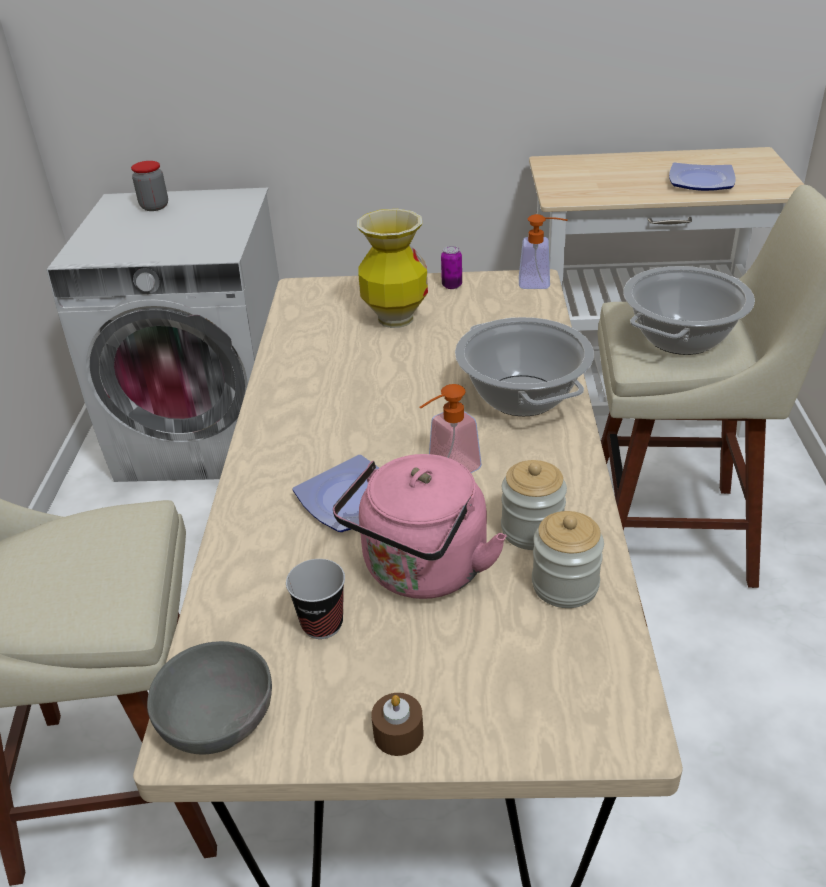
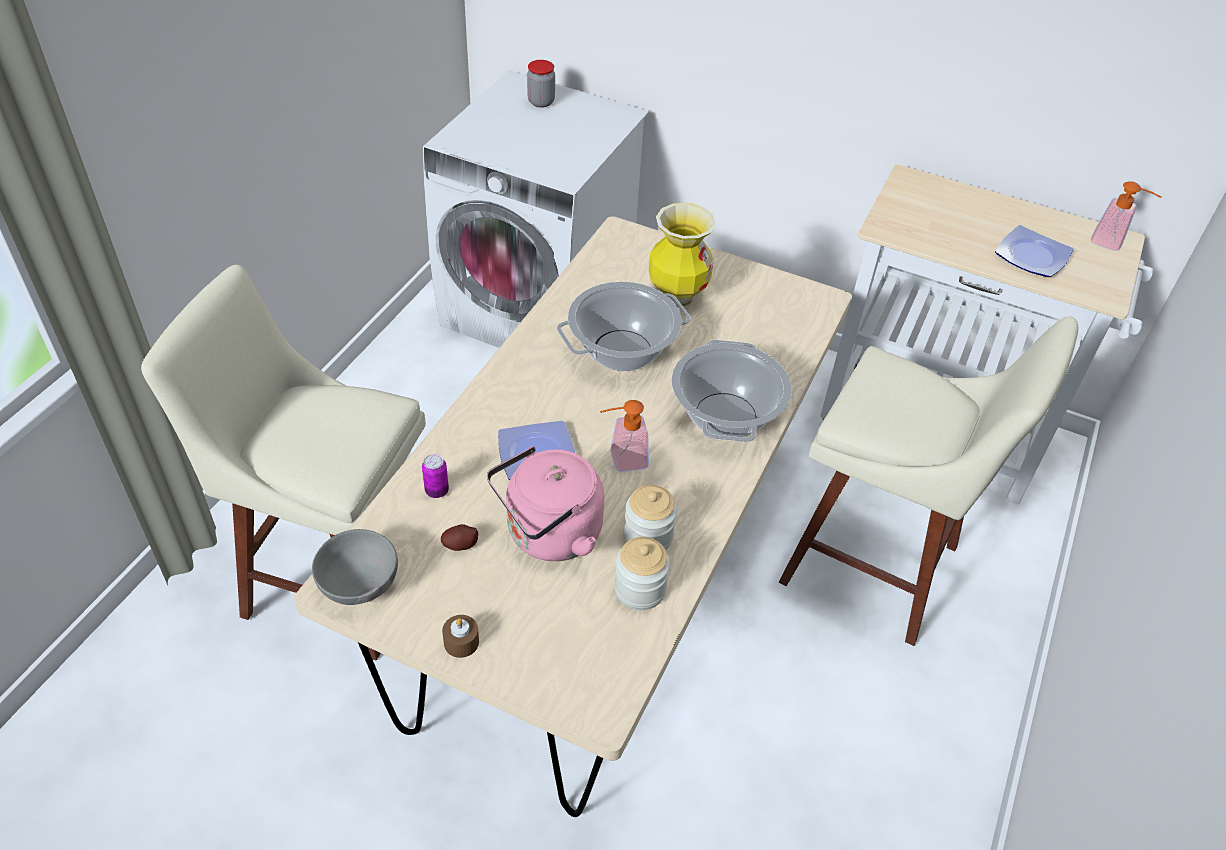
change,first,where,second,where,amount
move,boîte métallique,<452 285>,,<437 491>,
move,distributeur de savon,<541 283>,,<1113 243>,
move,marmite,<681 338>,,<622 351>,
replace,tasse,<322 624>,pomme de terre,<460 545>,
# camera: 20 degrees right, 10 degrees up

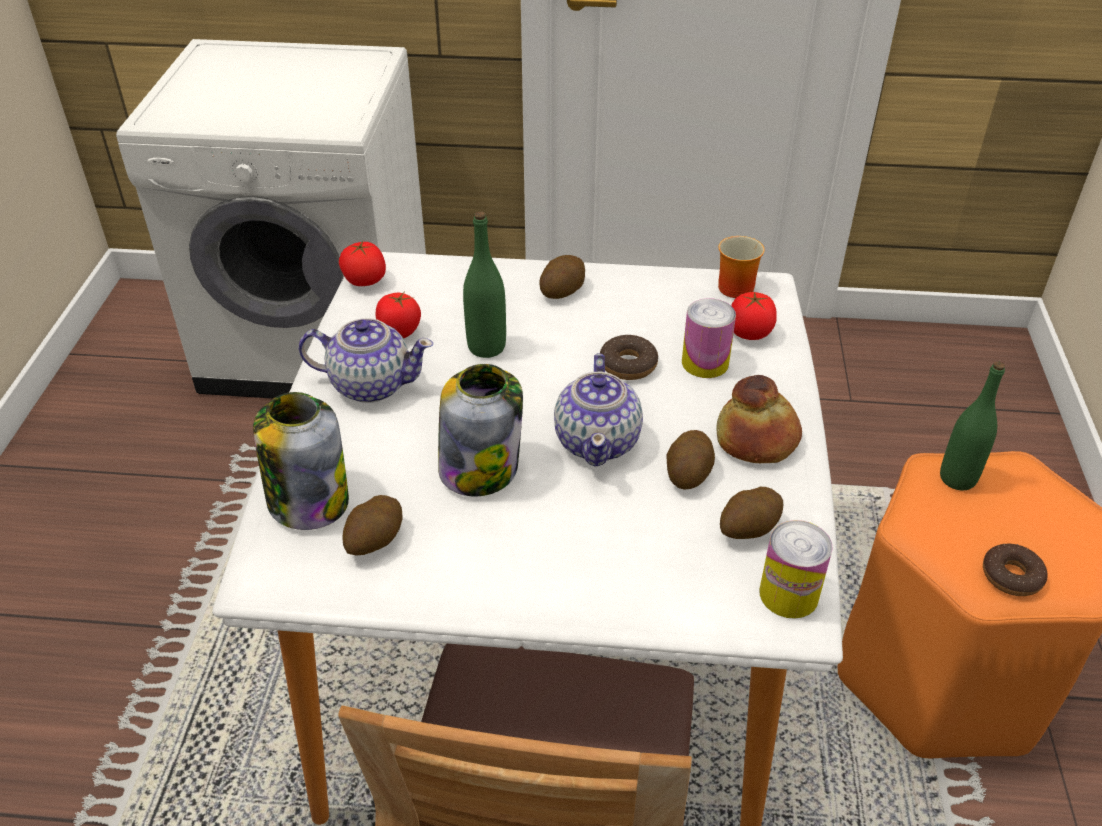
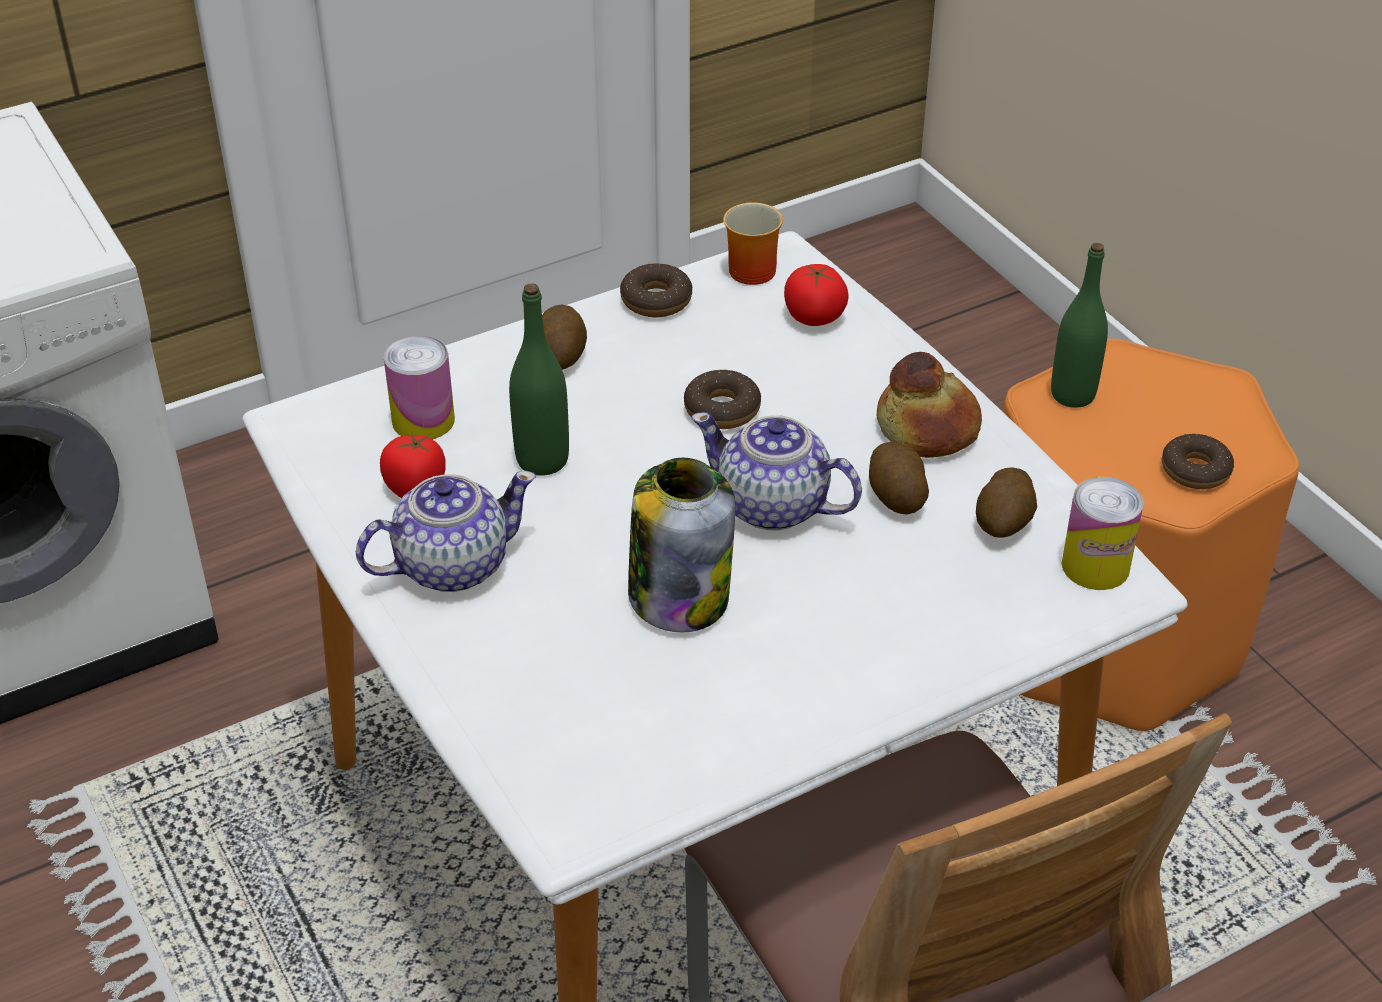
change,first,where,second,where,amount
delete,bocal,<308 500>,,,
delete,tomate,<365 280>,,,
delete,pomme de terre,<375 541>,,,
insert,,,beignet,<656 300>,
move,boîte métallique,<705 363>,,<423 420>,
rotate,théière,<598 441>,,<773 506>,150 degrees clockwise
# camera: 35 degrees left, 0 degrees up

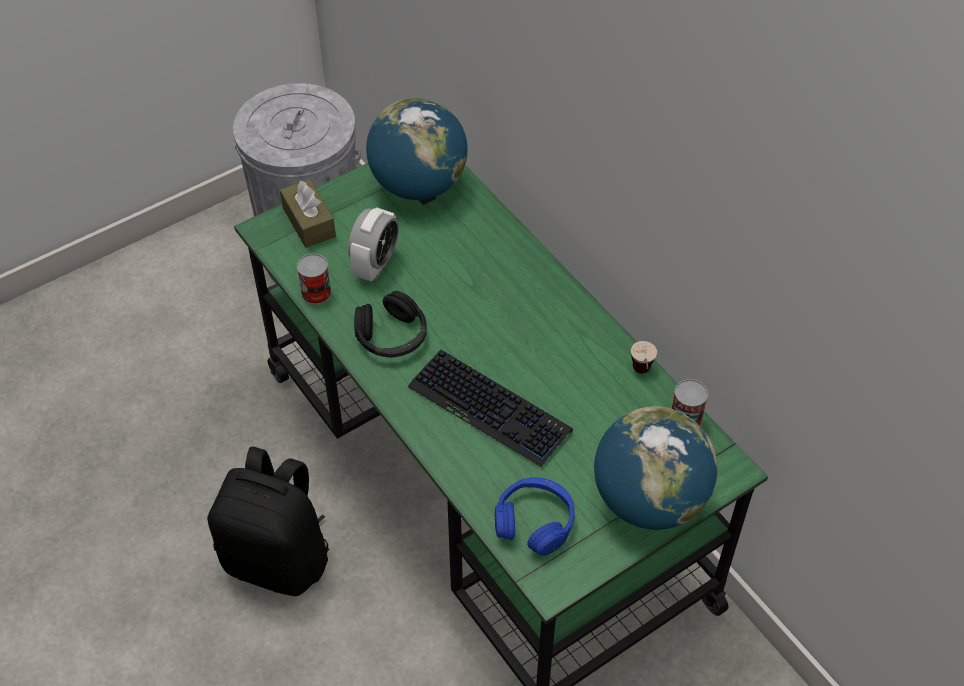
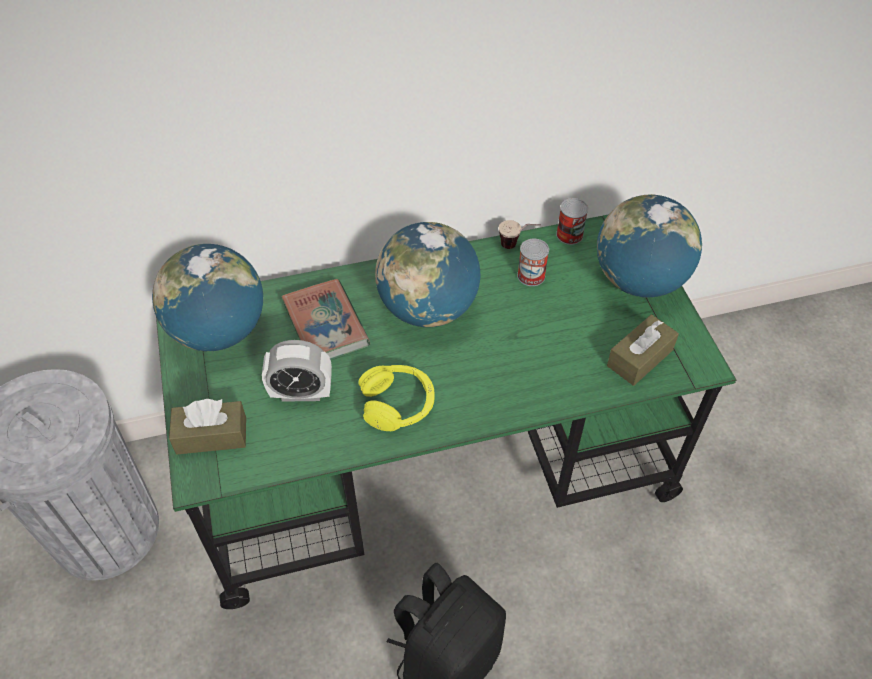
change,first,where,second,where,amount
delete,clavier,<490 409>,,,
insert,,,livre,<326 325>,
insert,,,globe,<428 308>,
move,boîte métallique,<316 292>,,<531 275>,
replace,casque audio/bleu,<534 522>,boîte à mouchoirs/marron,<640 358>,
recolor,casque audio/noir,<392 336>,casque audio/jaune,<398 404>,
rotate,réveil,<376 264>,,<301 393>,135 degrees clockwise
# camera: 70 degrees left, 0 degrees up

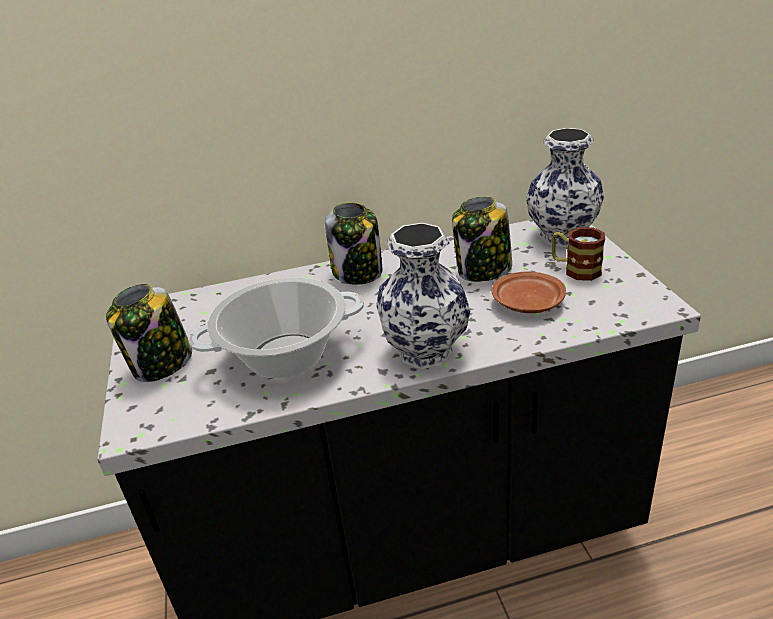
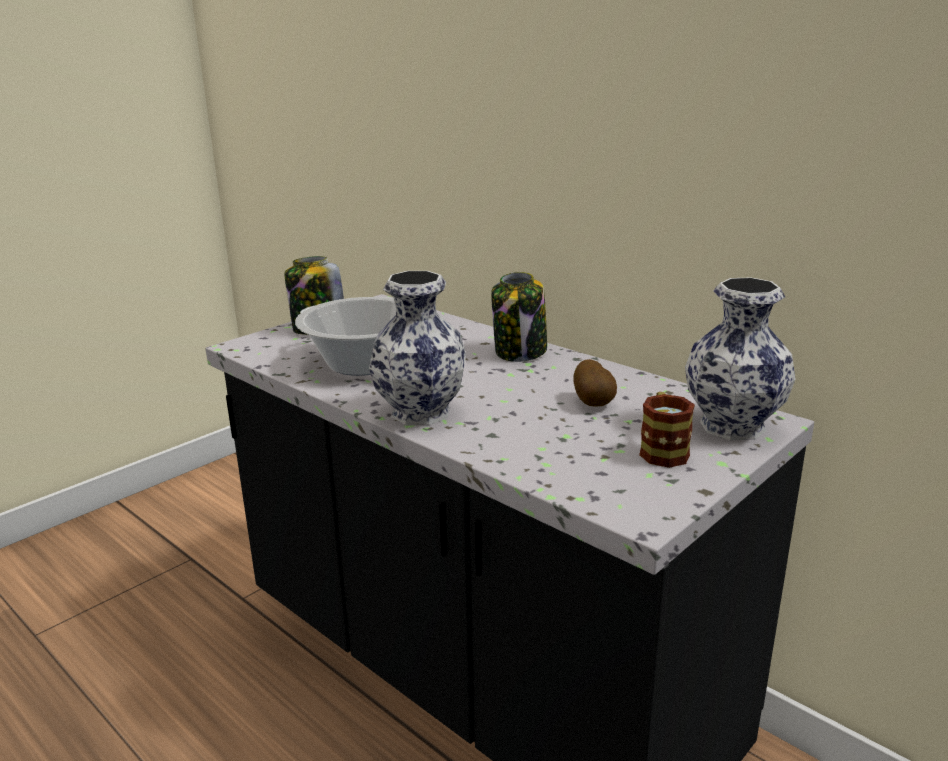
change,first,where,second,where,amount
delete,assiette/marron,<527 303>,,,
replace,bocal,<483 270>,pomme de terre,<594 403>,
# camera: 55 degrees right, 10 degrees down

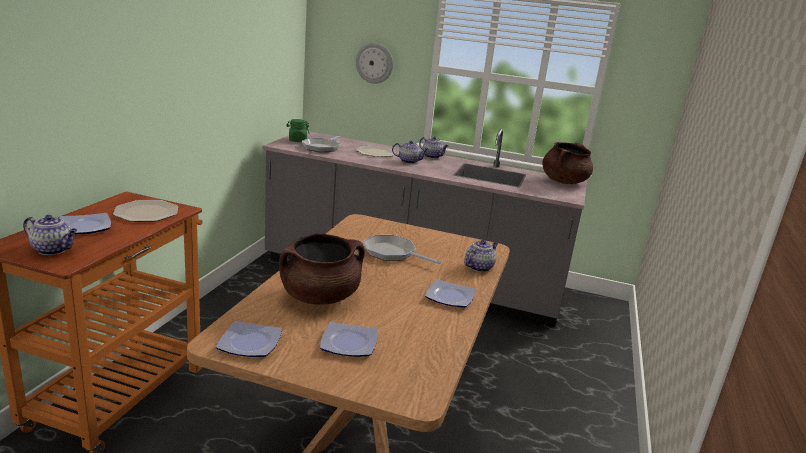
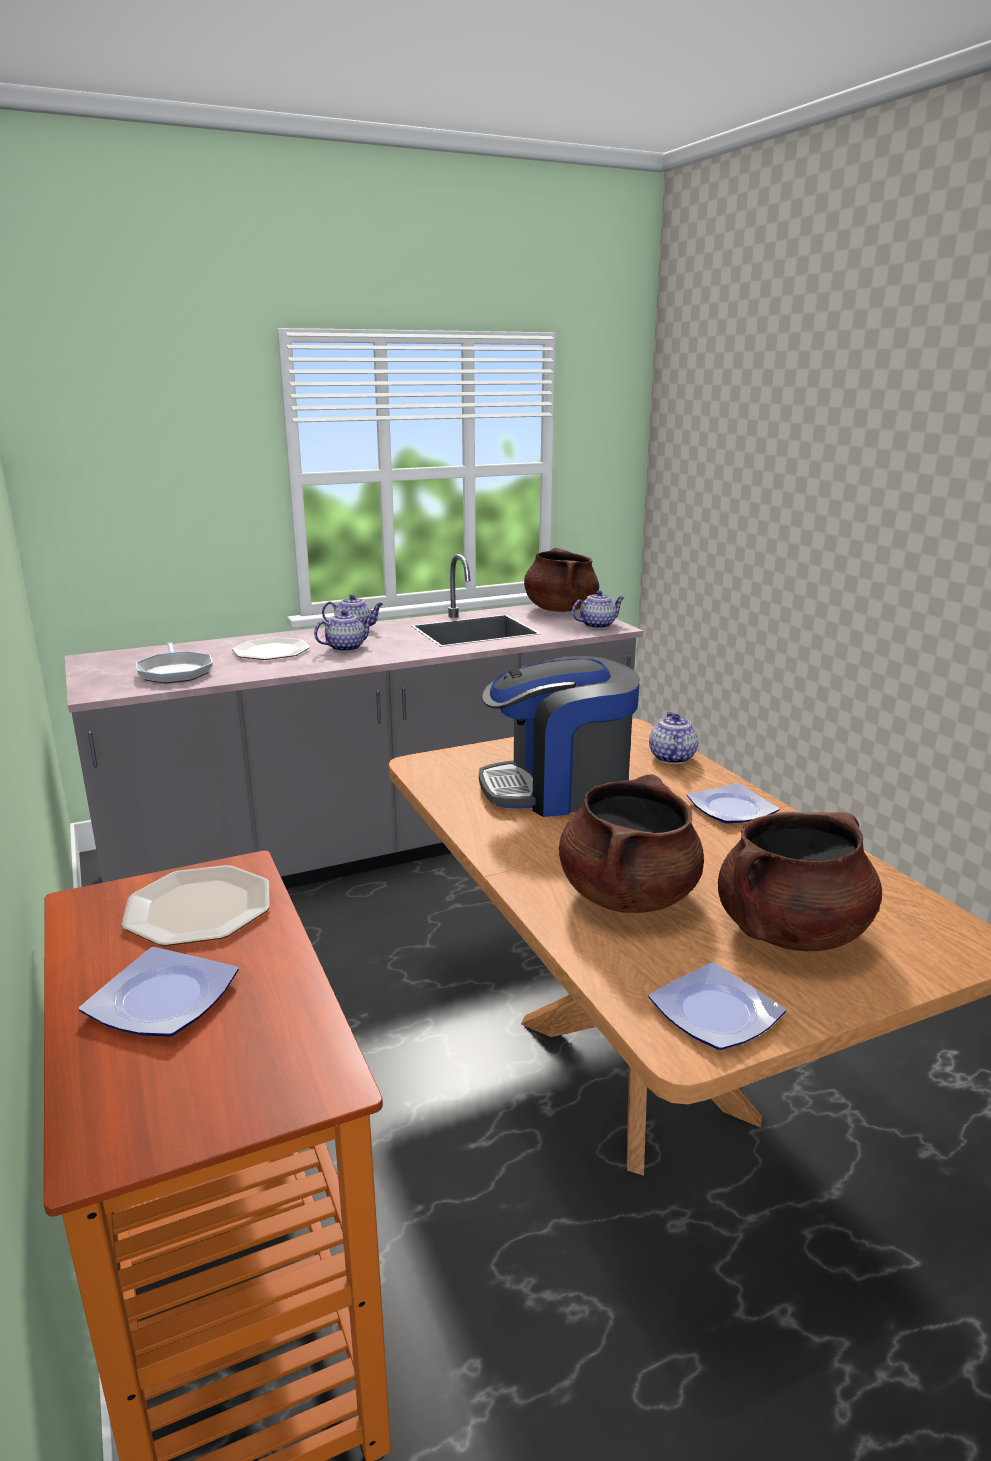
change,first,where,second,where,amount
delete,bocal/vert,<297 140>,,,
delete,horloge murale,<374 63>,,,
move,théière,<54 250>,,<598 625>,
replace,assiette,<347 344>,marmite/marron,<791 932>,
replace,poêle,<392 253>,machine à café,<559 789>,
# camera: 40 degrees left, 0 degrees up

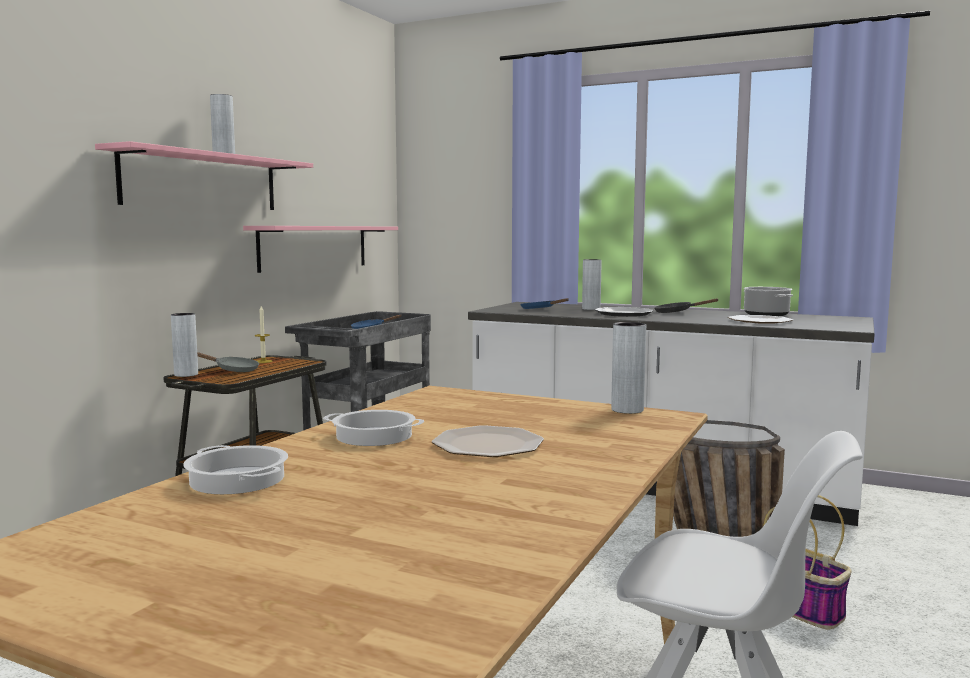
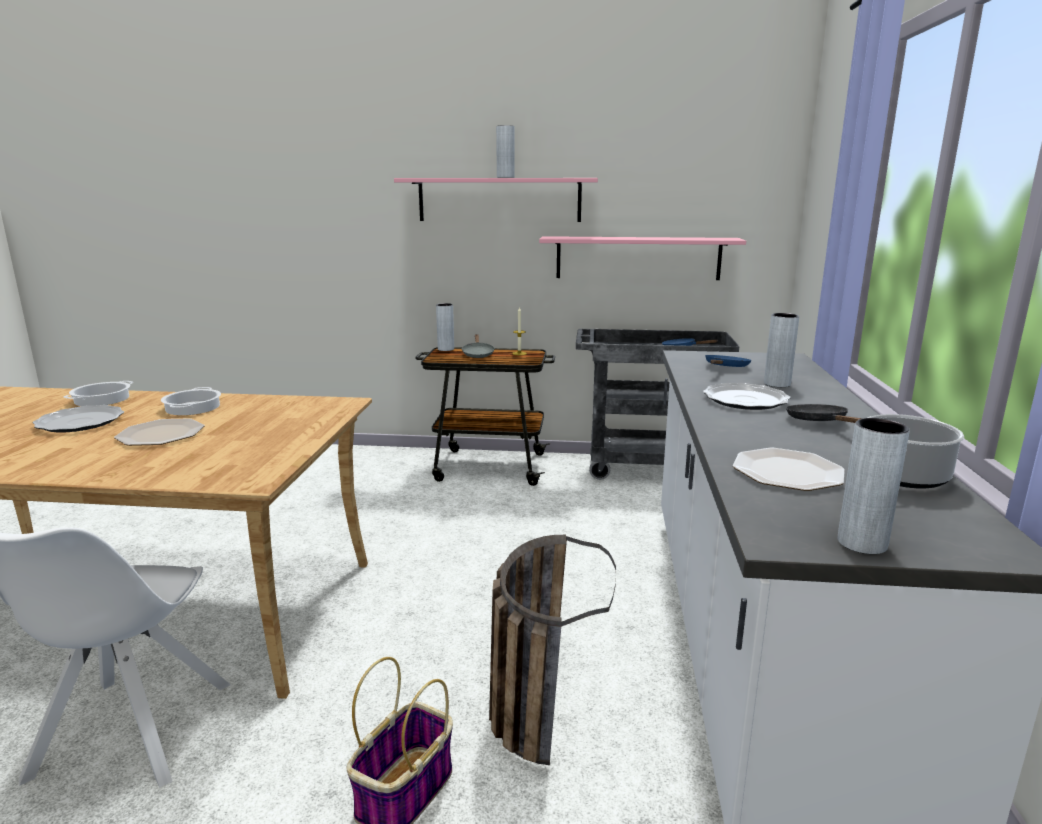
change,first,where,second,where,amount
insert,,,assiette,<81 422>,
move,vase/gris,<627 410>,,<862 543>,
# camera: 70 degrees right, 10 degrees up

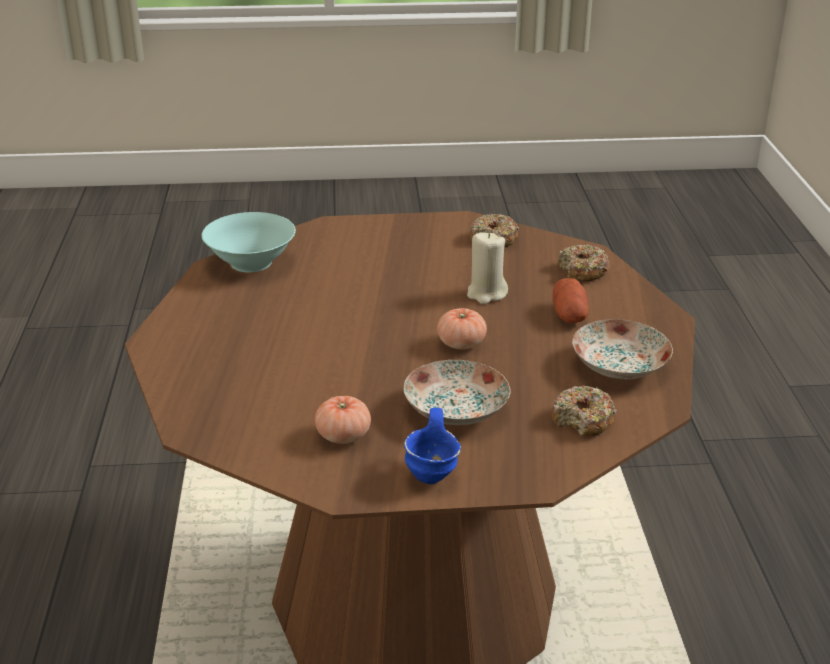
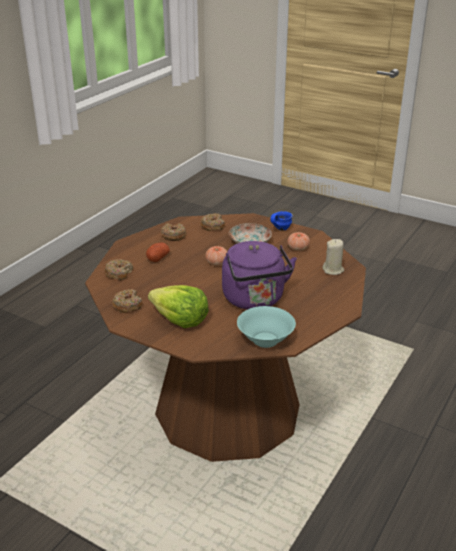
change,first,where,second,where,amount
insert,,,laitue,<180 320>,
insert,,,bouilloire/violet,<255 300>,
move,bougie/beige,<486 293>,,<333 270>,
replace,assiette,<618 366>,beignet,<173 236>,
# camera: 145 degrees left, 0 degrees up

